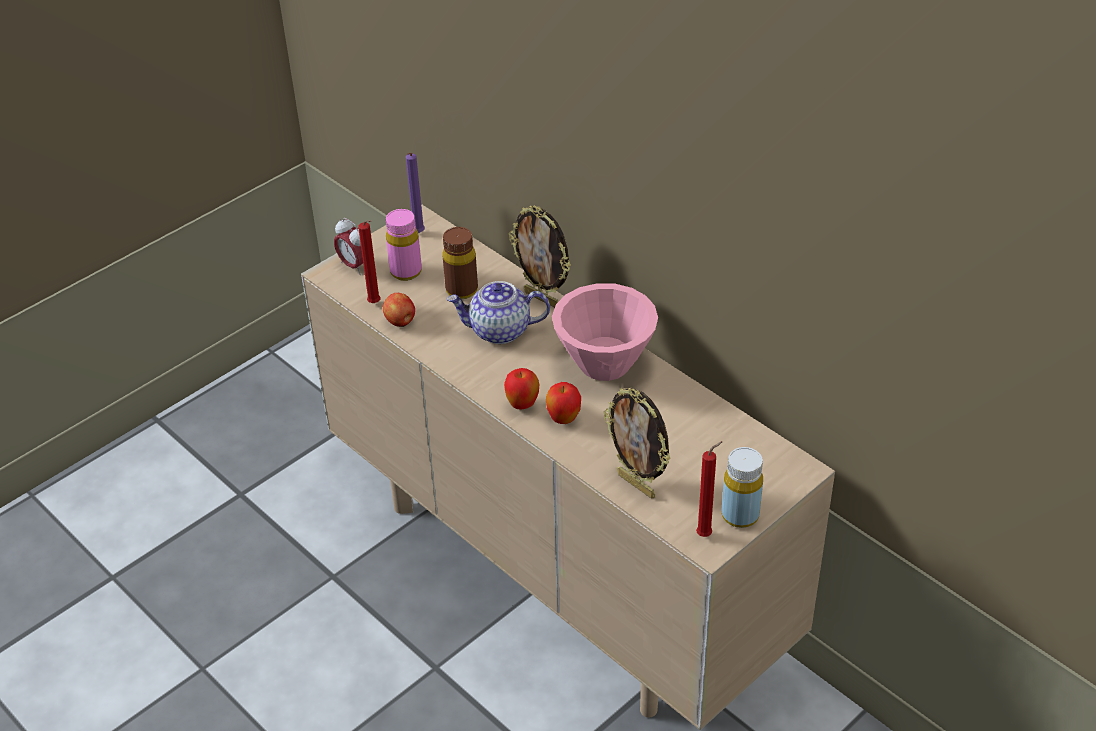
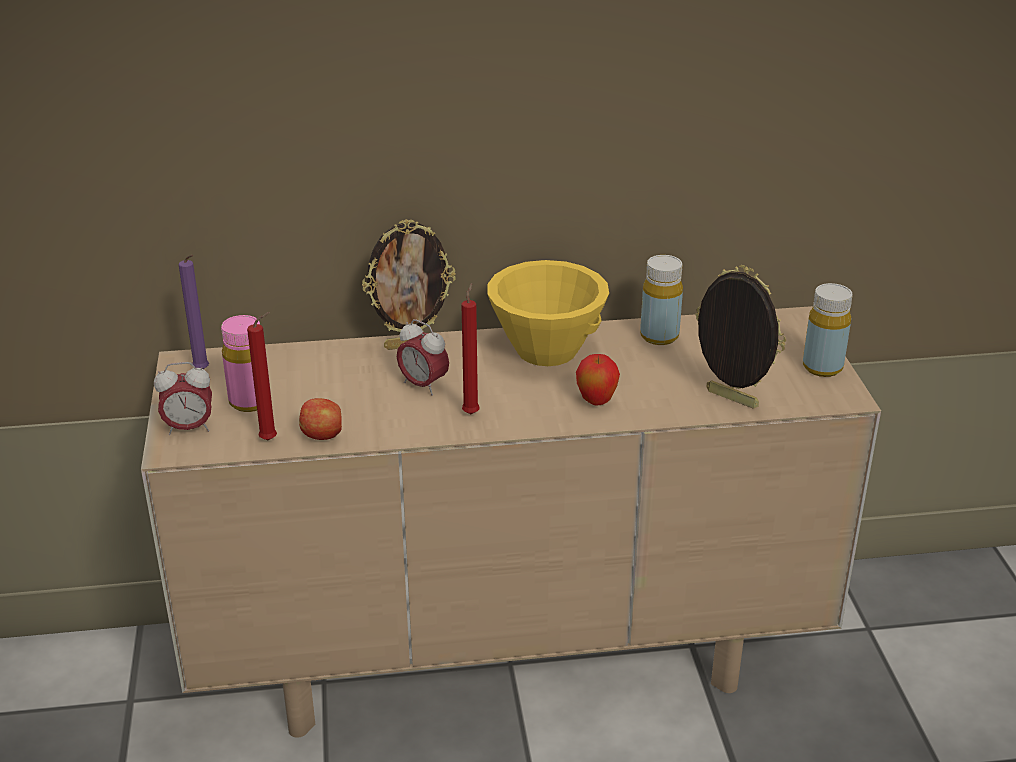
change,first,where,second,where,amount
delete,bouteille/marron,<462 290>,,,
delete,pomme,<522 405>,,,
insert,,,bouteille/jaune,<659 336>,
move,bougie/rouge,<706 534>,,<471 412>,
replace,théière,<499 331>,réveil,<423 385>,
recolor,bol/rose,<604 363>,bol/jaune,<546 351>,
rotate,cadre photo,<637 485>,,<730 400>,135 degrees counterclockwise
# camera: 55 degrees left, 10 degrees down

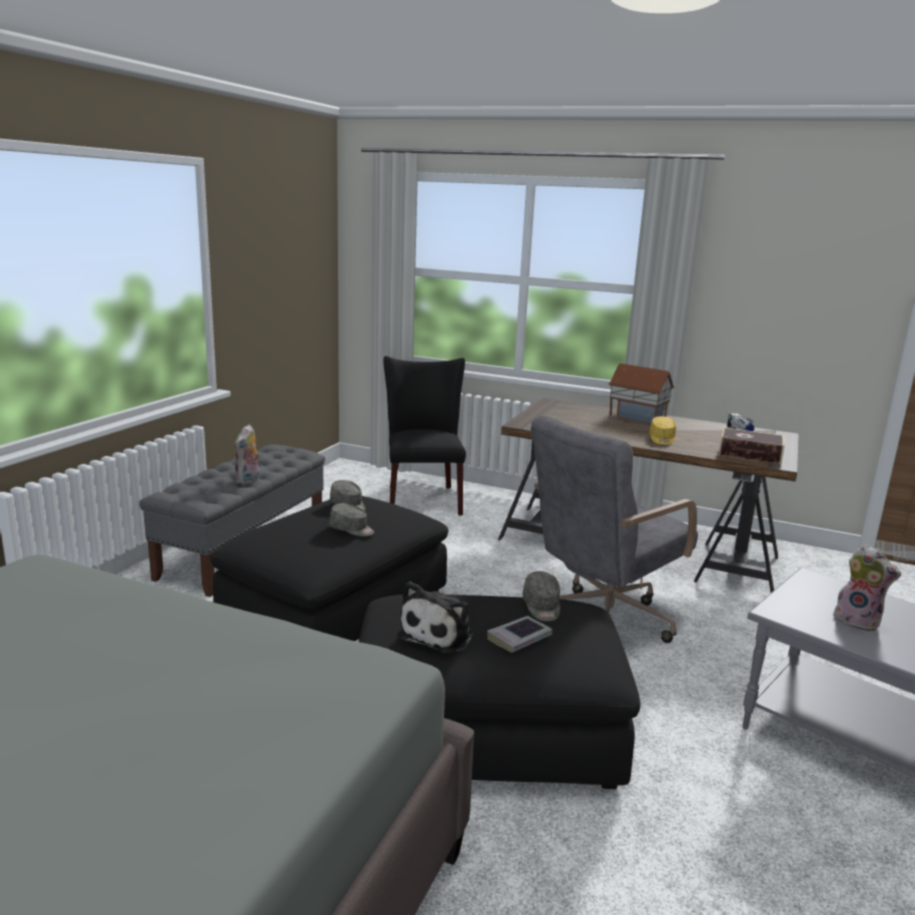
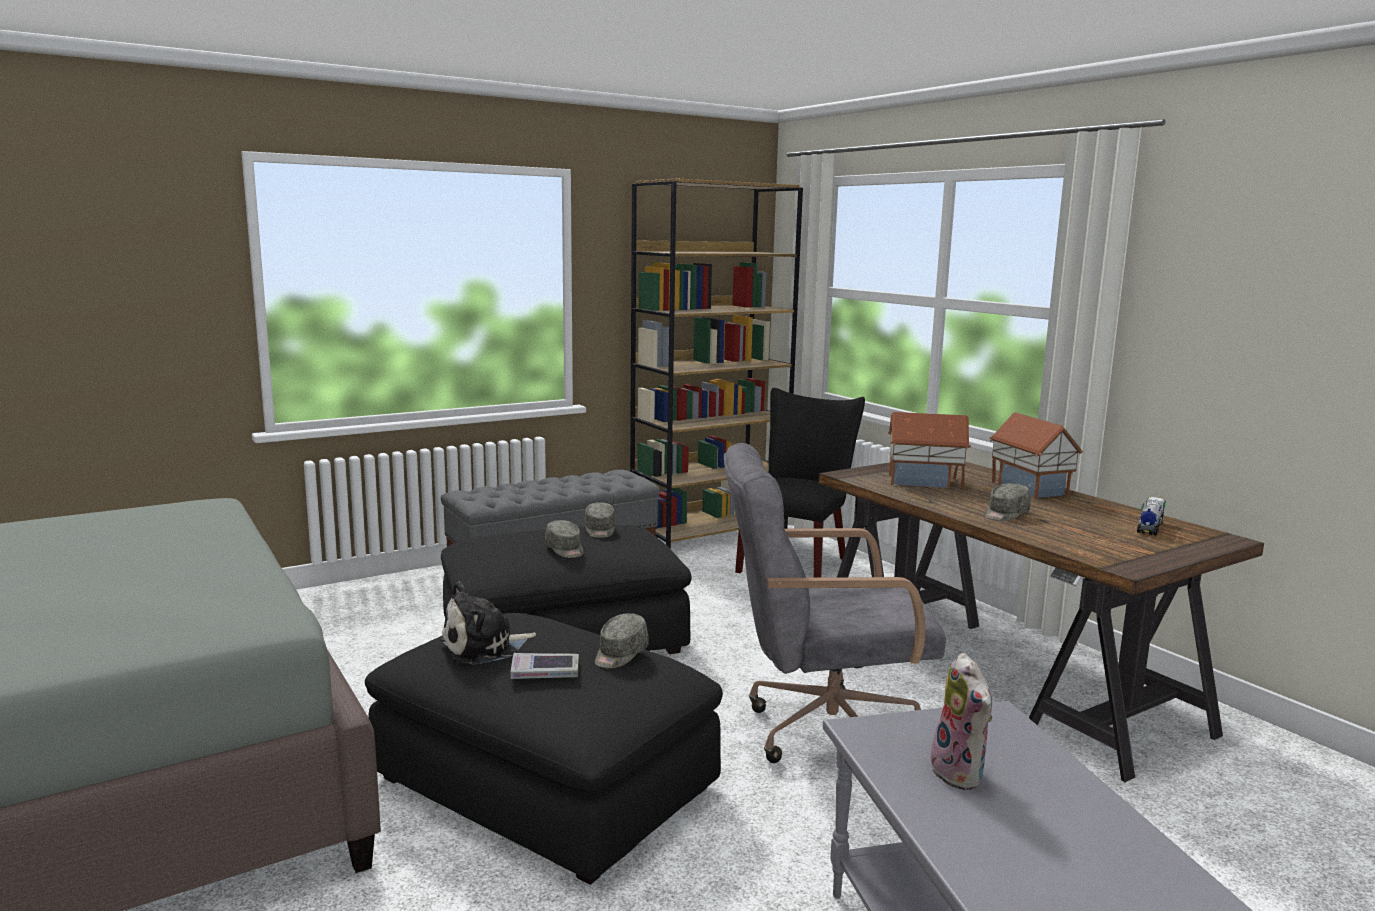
change,first,where,second,where,amount
delete,peluche,<249 480>,,,
delete,livre,<750 453>,,,
insert,,,bibliothèque/marron,<709 532>,
insert,,,maison miniature,<925 482>,
recolor,casquette/jaune,<662 439>,casquette/gris,<1005 514>,
# camera: 35 degrees right, 5 degrees down

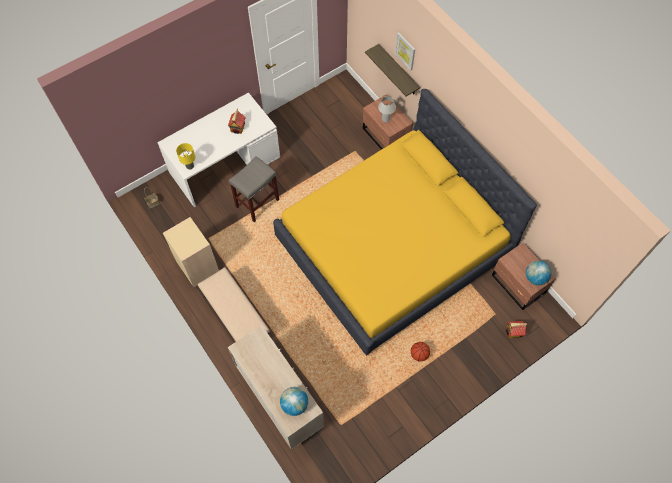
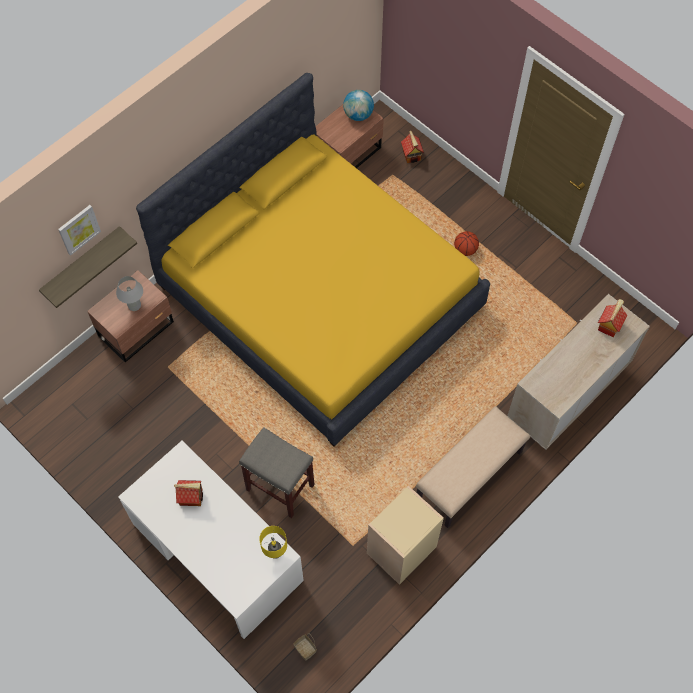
change,first,where,second,where,amount
replace,globe,<294 404>,maison miniature,<609 325>,
# camera: 100 degrees left, 0 degrees up

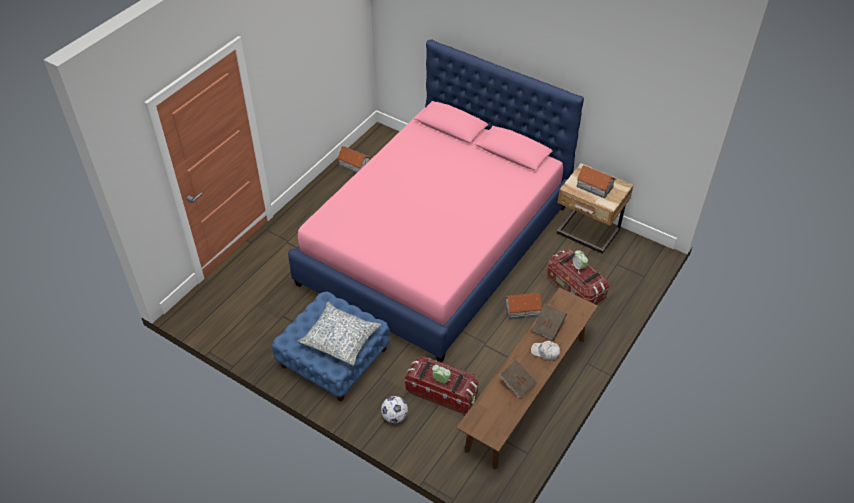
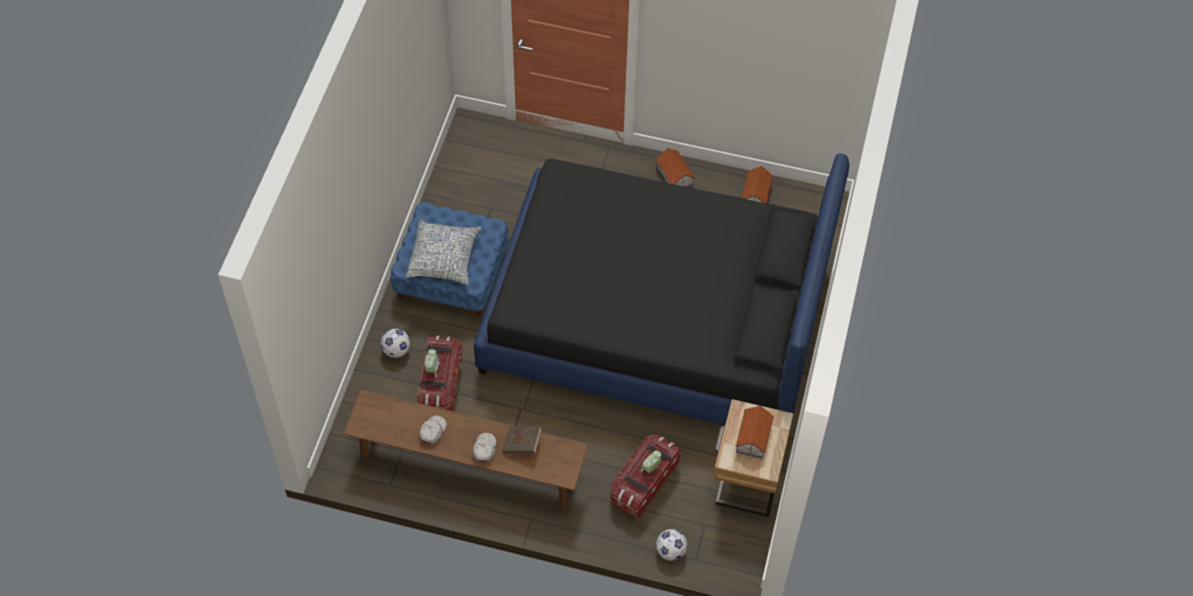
change,first,where,second,where,amount
insert,,,ballon de foot,<670 551>,
move,maison miniature,<523 309>,,<674 176>,
replace,livre/marron,<517 384>,casquette/blanc,<432 431>,
recolor,lit/rose,<436 244>,lit/noir,<656 319>,
# camera: 70 degrees right, 10 degrees up

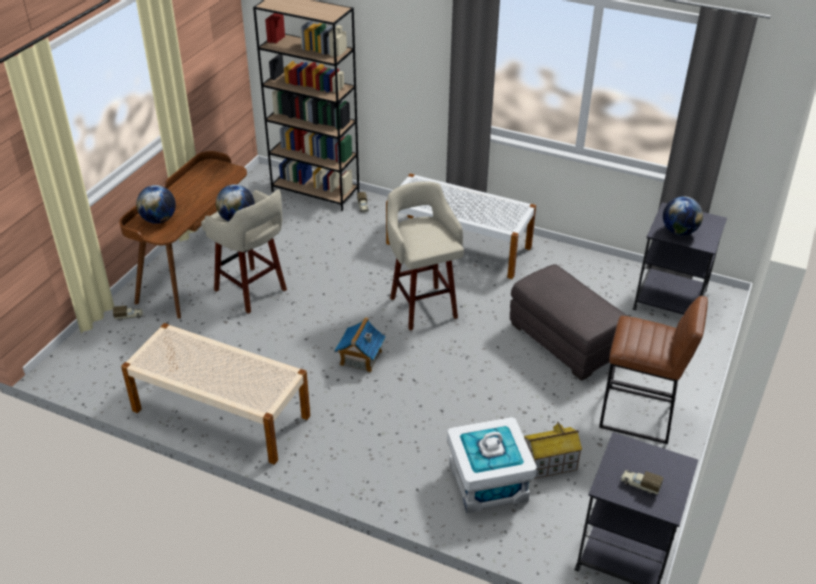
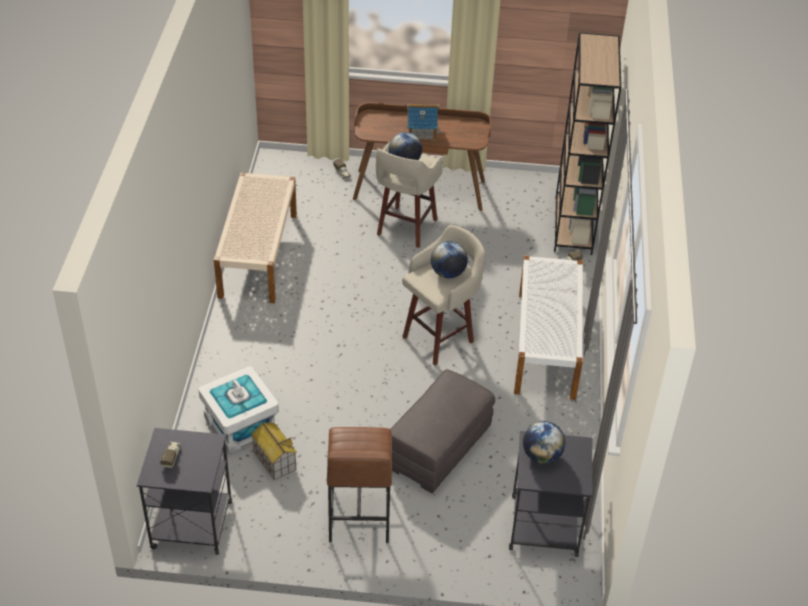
change,first,where,second,where,amount
move,globe,<159 220>,,<448 273>,
move,maison miniature,<360 358>,,<421 131>,
# camera: 70 degrees right, 5 degrees up

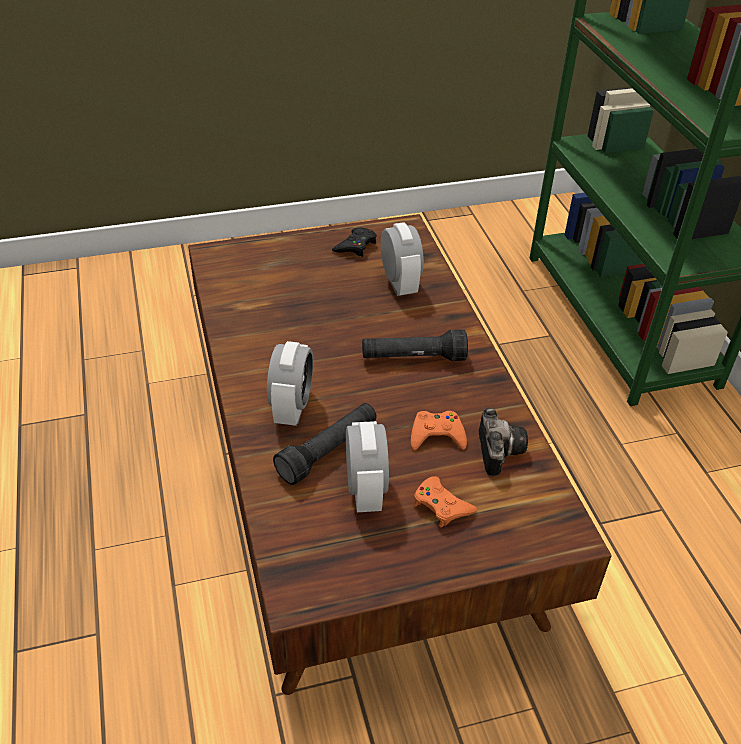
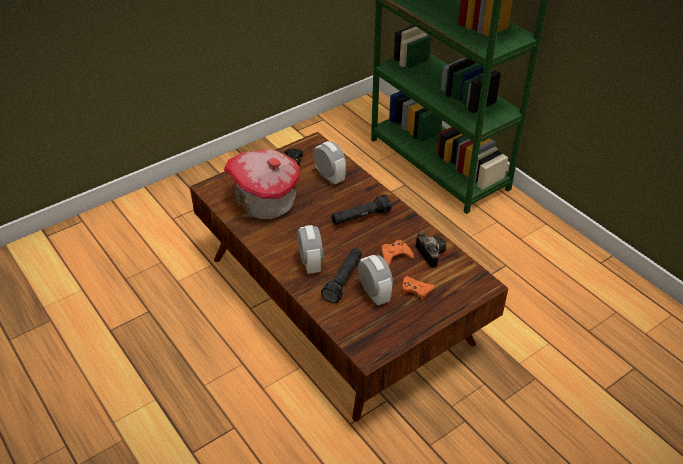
change,first,where,second,where,amount
insert,,,maison miniature,<266 202>,
# camera: 20 degrees left, 0 degrees up

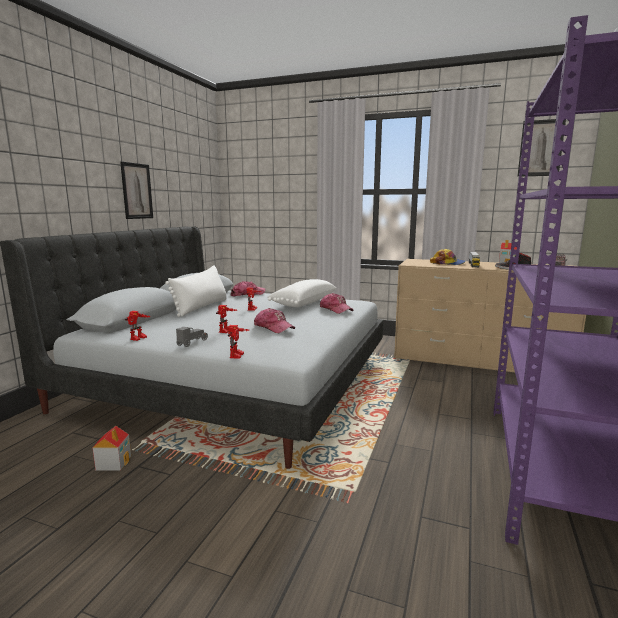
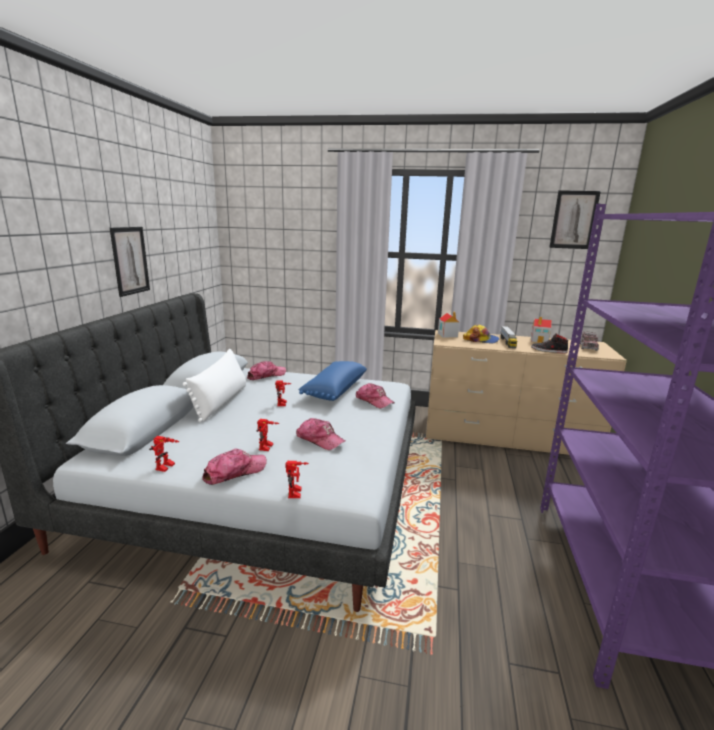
change,first,where,second,where,amount
move,maison miniature,<114 462>,,<447 335>,
replace,petite voiture/gris,<192 342>,casquette,<234 472>,
recolor,coussin/blanc,<302 303>,coussin/bleu,<334 390>,
# camera: 10 degrees left, 5 degrees up

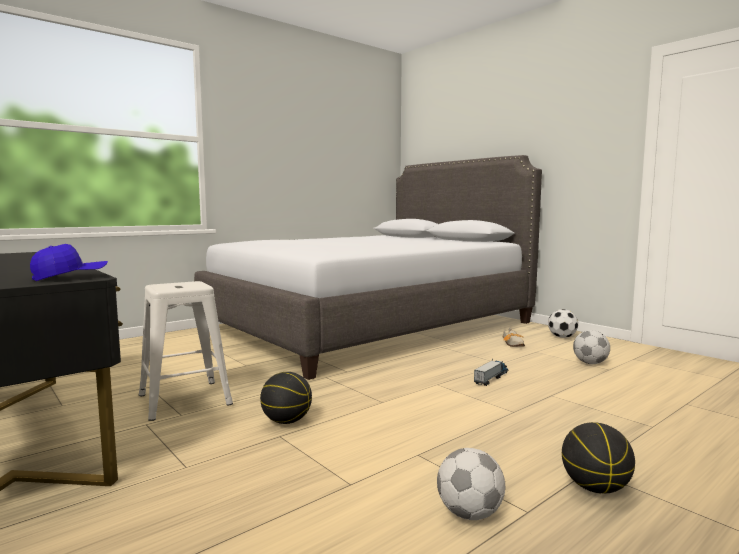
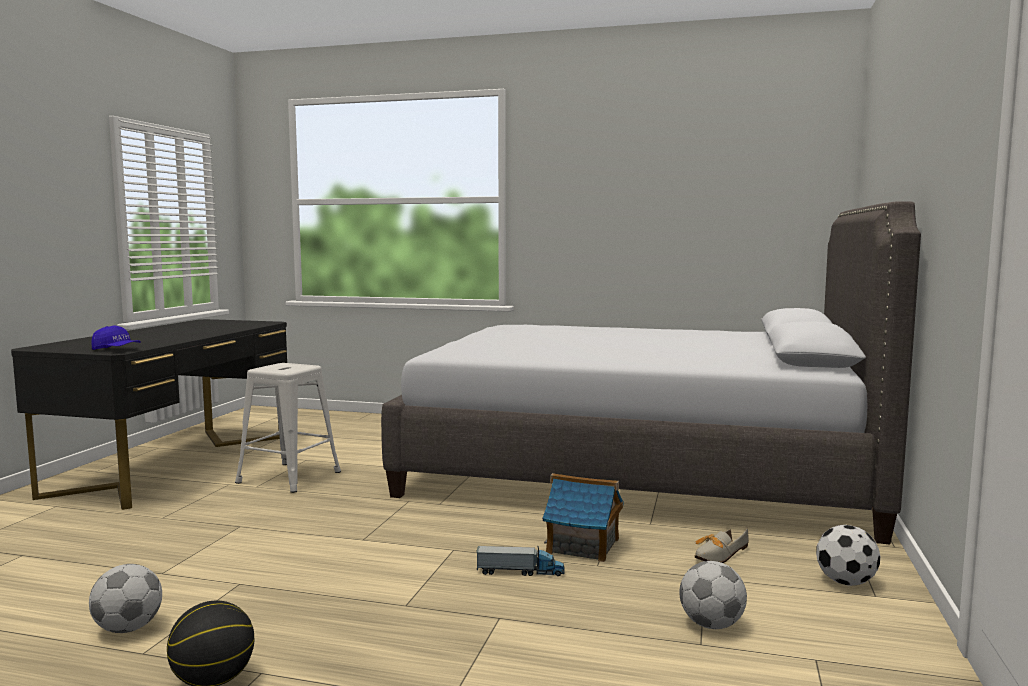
change,first,where,second,where,amount
delete,ballon de basket,<286 421>,,,
insert,,,maison miniature,<583 546>,
# camera: 55 degrees right, 0 degrees up

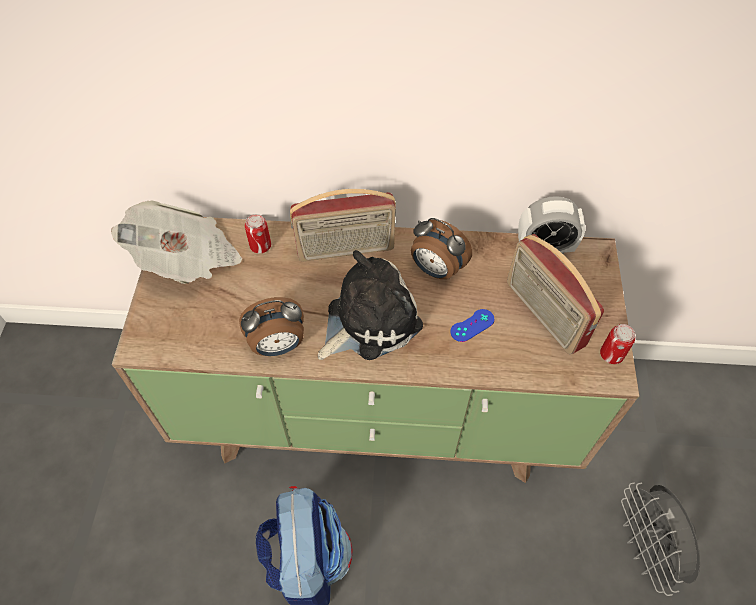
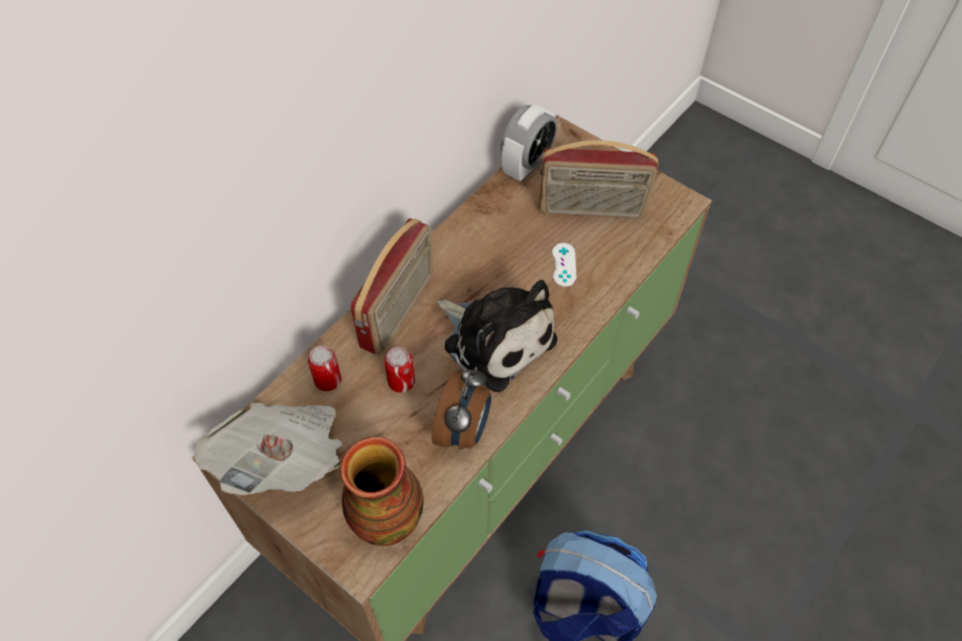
change,first,where,second,where,amount
delete,réveil,<436 270>,,,
delete,ventilateur/gris,<645 548>,,,
insert,,,vase,<386 518>,
move,boîte métallique,<611 354>,,<401 382>,
recolor,manette/bleu,<472 325>,manette/blanc,<564 265>,
rotate,peluche,<368 320>,,<496 339>,135 degrees clockwise
# camera: 55 degrees left, 0 degrees up

